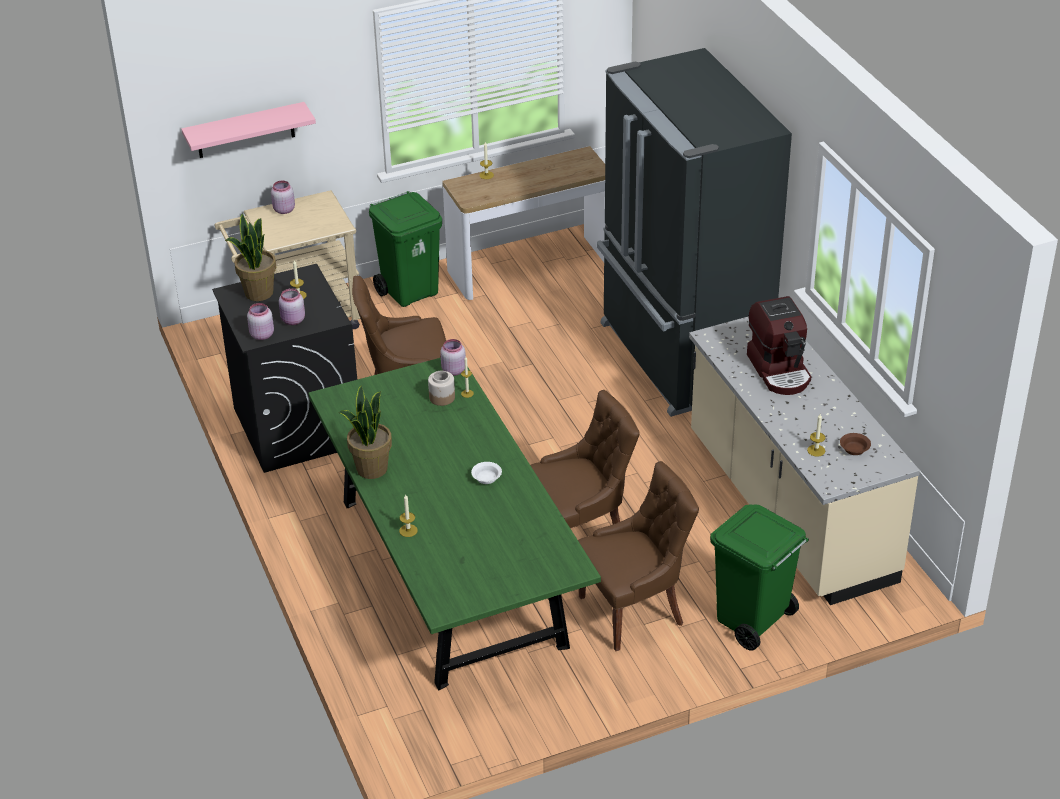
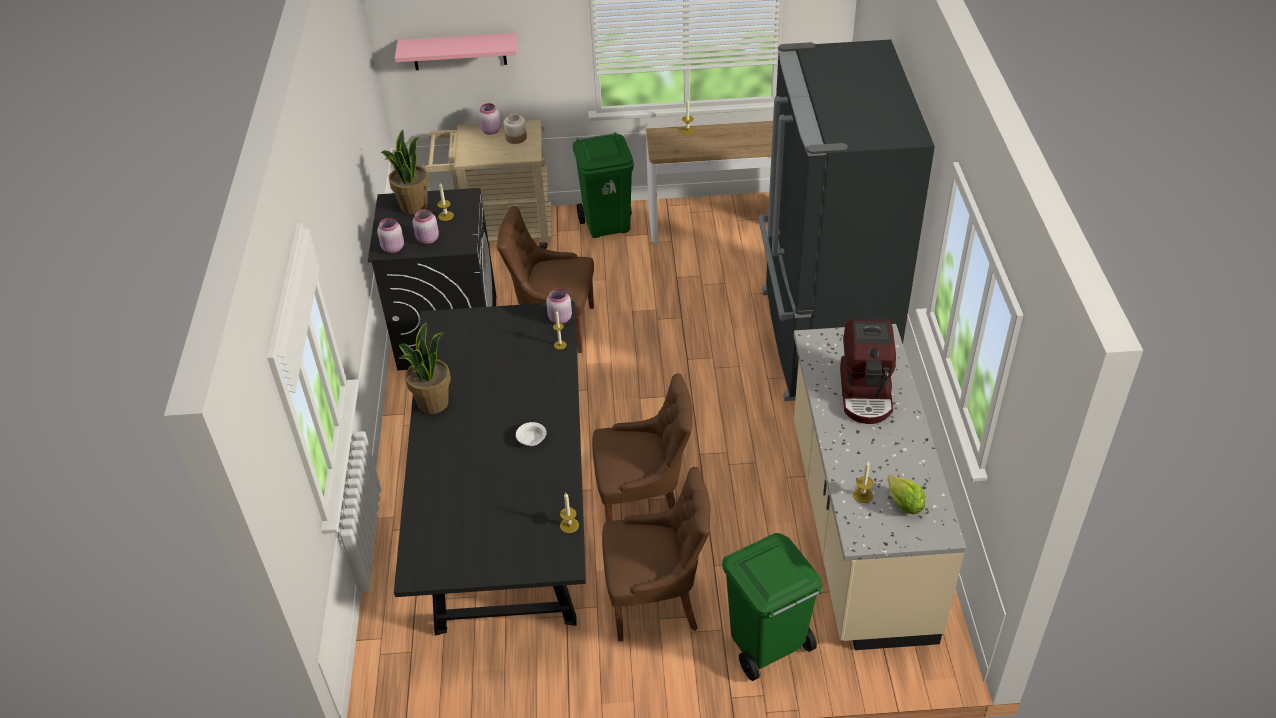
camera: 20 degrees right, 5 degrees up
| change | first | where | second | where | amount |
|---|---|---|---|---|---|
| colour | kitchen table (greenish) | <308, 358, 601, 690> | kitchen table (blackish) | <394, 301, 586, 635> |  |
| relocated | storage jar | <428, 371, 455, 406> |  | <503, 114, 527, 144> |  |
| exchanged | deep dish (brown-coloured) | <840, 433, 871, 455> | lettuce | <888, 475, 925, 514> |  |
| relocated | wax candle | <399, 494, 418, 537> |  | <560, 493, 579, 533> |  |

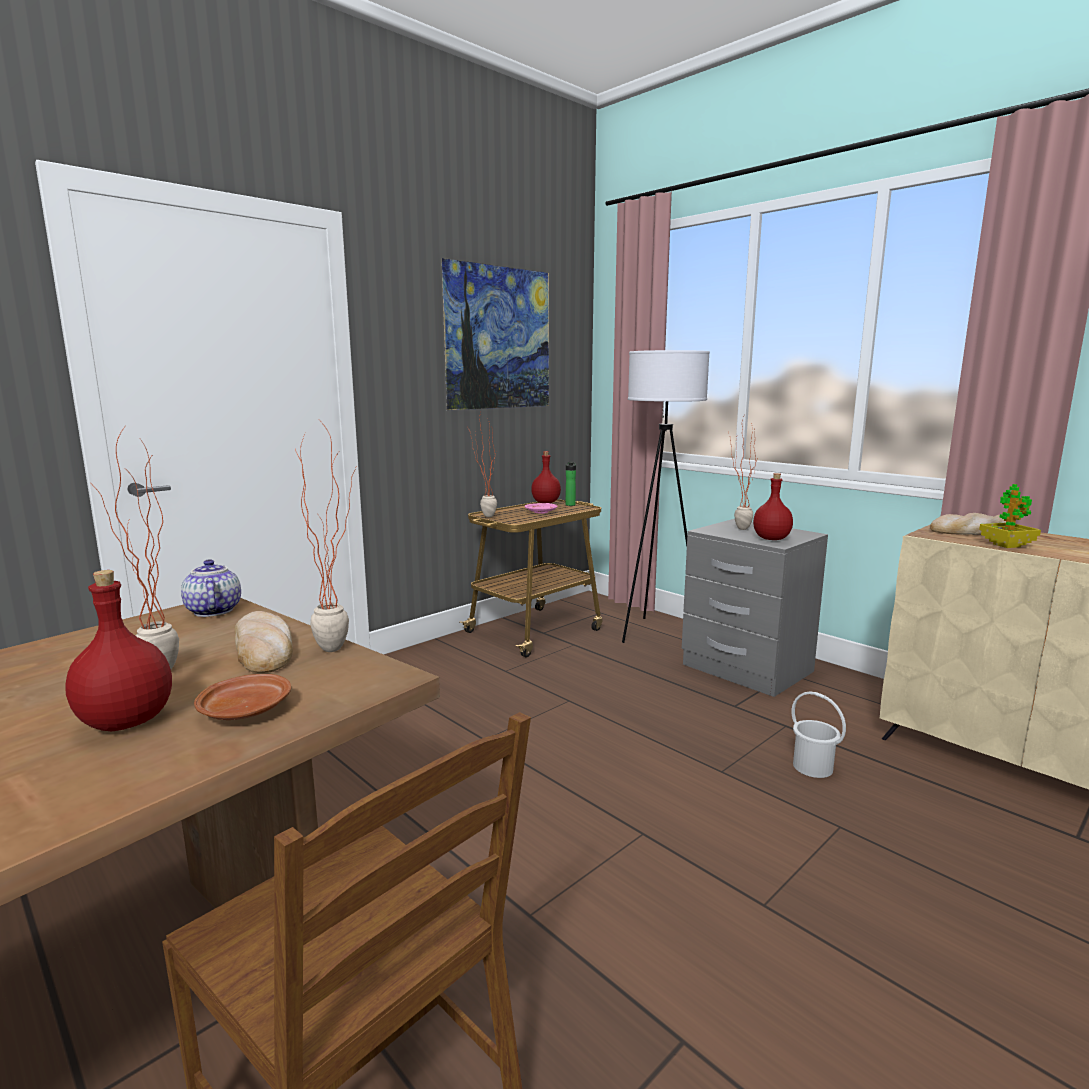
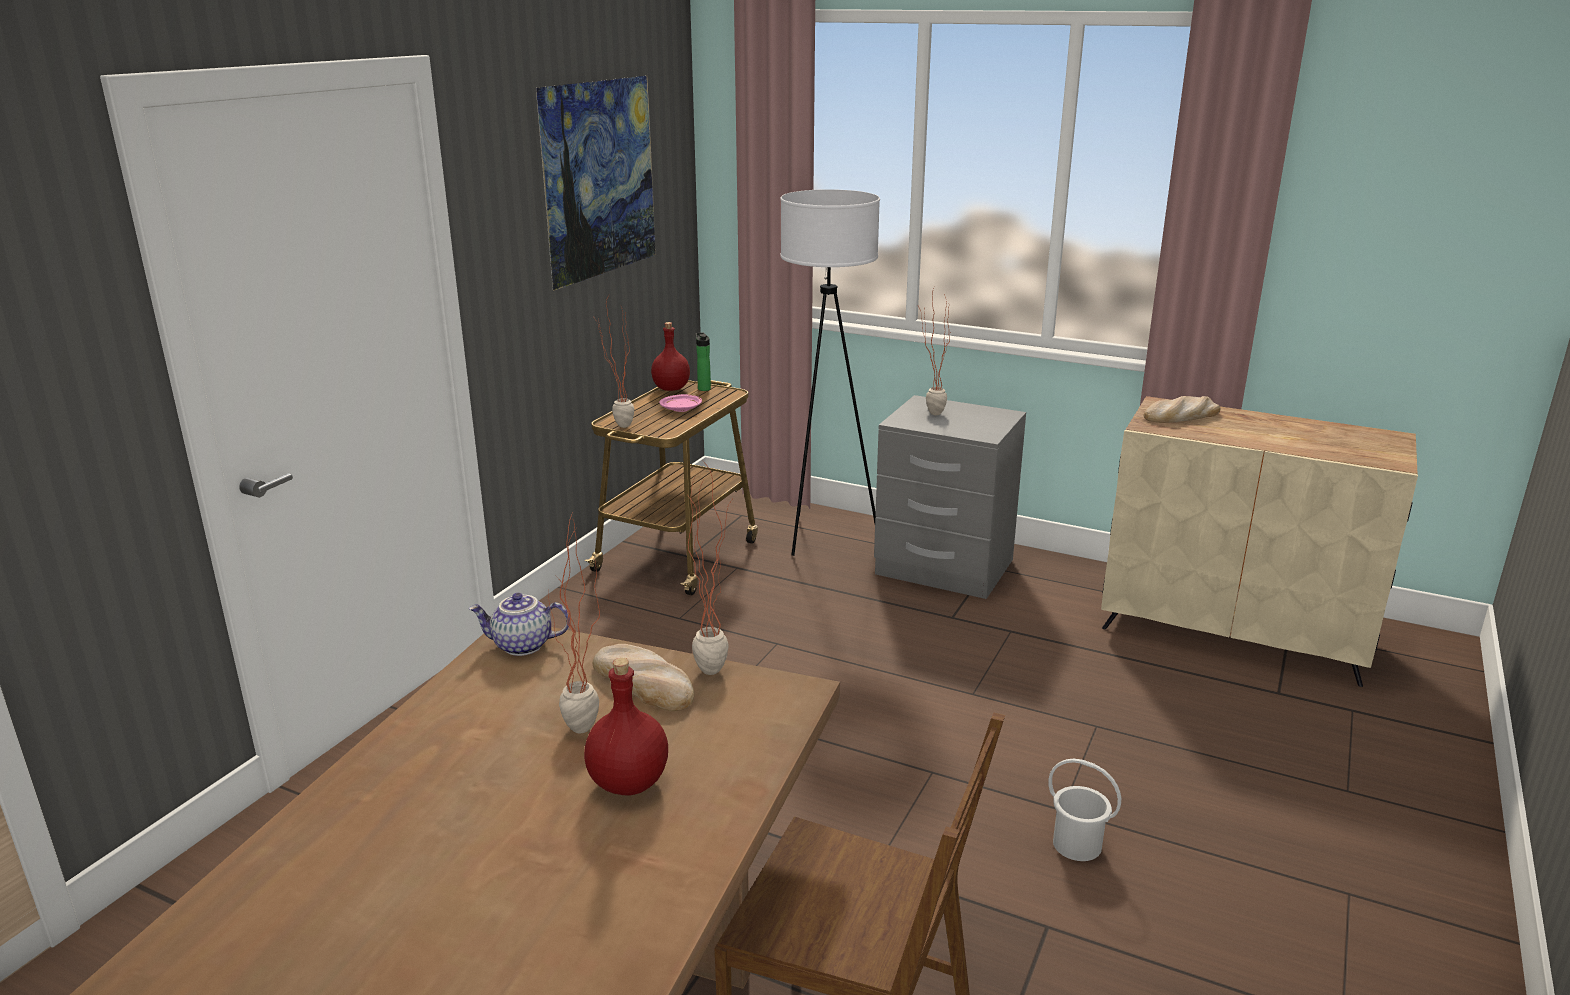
camera: 20 degrees left, 10 degrees up
| change | first | where | second | where | amount |
|---|---|---|---|---|---|
| missing | drink bottle (red) | <753, 473, 793, 540> |  |  |  |
| missing | houseplant | <979, 484, 1041, 548> |  |  |  |
| spun | tea pot | <181, 559, 241, 617> |  | <468, 593, 569, 656> | 45 degrees counterclockwise |
| missing | flat dish (brown-coloured) | <194, 674, 291, 720> |  |  |  |
| relocated | pail (whitish) | <792, 692, 846, 778> |  | <1048, 759, 1121, 861> |  |

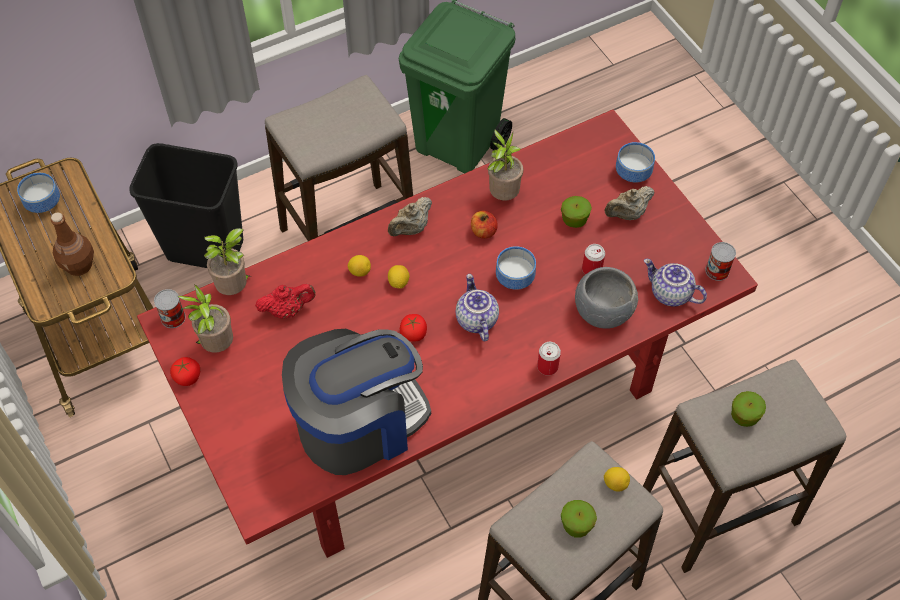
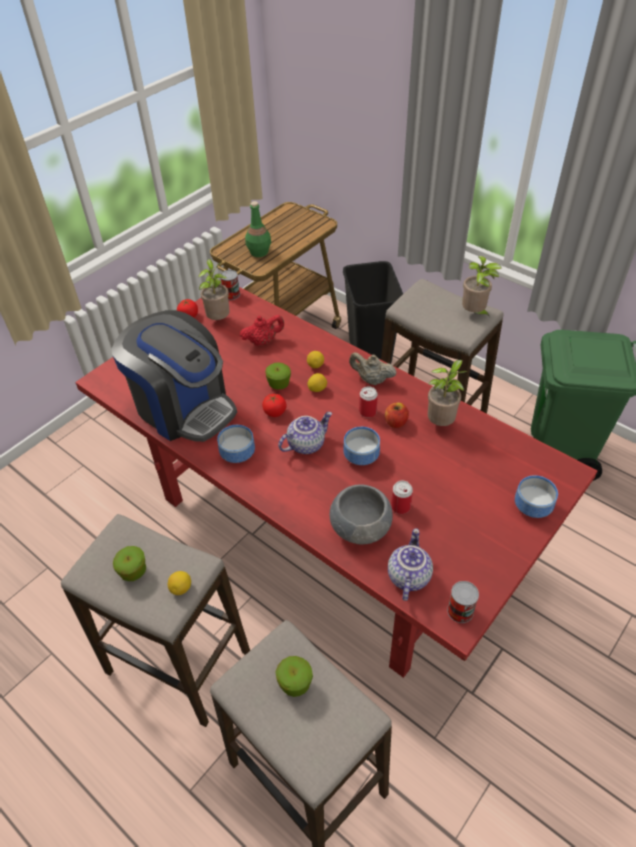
camera: 70 degrees right, 10 degrees down
| change | first | where | second | where | amount |
|---|---|---|---|---|---|
| relocated | deep dish | <17, 173, 60, 213> |  | <217, 425, 255, 463> |  |
| missing | tea pot (beige) | <605, 186, 654, 220> |  |  |  |
| relocated | whole apple | <561, 196, 592, 228> |  | <265, 362, 291, 390> |  |
| colour | drink bottle (brown-coloured) | <51, 213, 94, 276> | drink bottle (greenish) | <245, 201, 271, 257> |  |
| relocated | houseplant | <204, 228, 251, 295> |  | <462, 256, 502, 316> |  |
| spun | tea pot (red) | <255, 284, 316, 319> |  | <240, 315, 284, 346> | 75 degrees counterclockwise |
| relocated | sealed can | <537, 342, 561, 376> |  | <359, 386, 378, 418> |  |

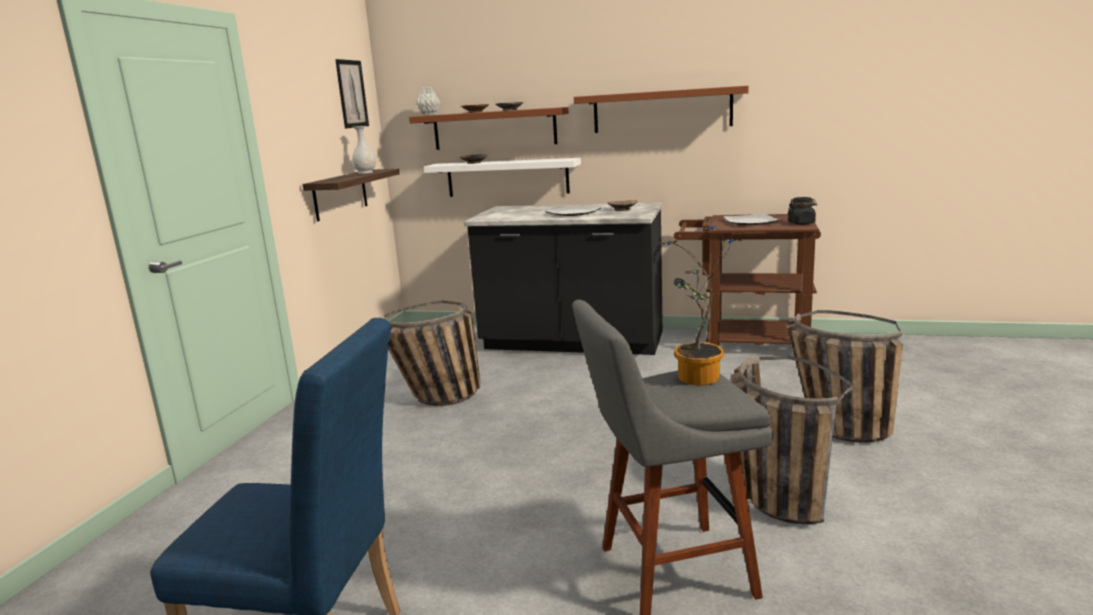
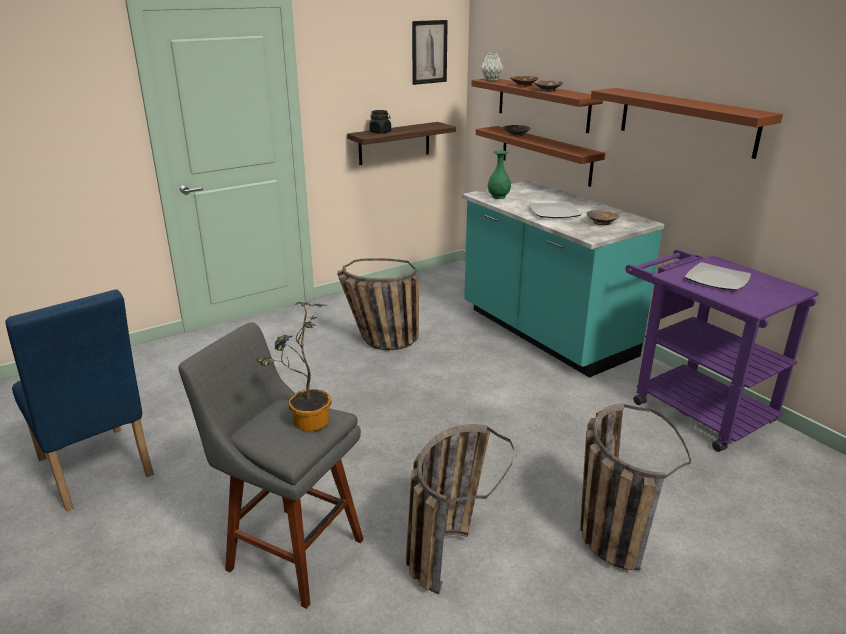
camera: 40 degrees right, 10 degrees up
| change | first | where | second | where | amount |
|---|---|---|---|---|---|
| missing | flower vase (whitish) | <352, 126, 376, 174> |  |  |  |
| colour | wall shelf (whitish) | <424, 158, 581, 197> | wall shelf (brown-coloured) | <476, 126, 605, 187> |  |
| relocated | storage jar (blackish) | <788, 197, 817, 225> |  | <369, 110, 391, 134> |  |
| colour | kitchen counter (blackish) | <464, 202, 662, 355> | kitchen counter (blue-green) | <462, 180, 664, 378> |  |
| colour | trolley (brown-coloured) | <674, 214, 821, 346> | trolley (purplish) | <625, 250, 819, 452> |  |
| appeared |  |  | flower vase (greenish) | <488, 150, 511, 199> |  |

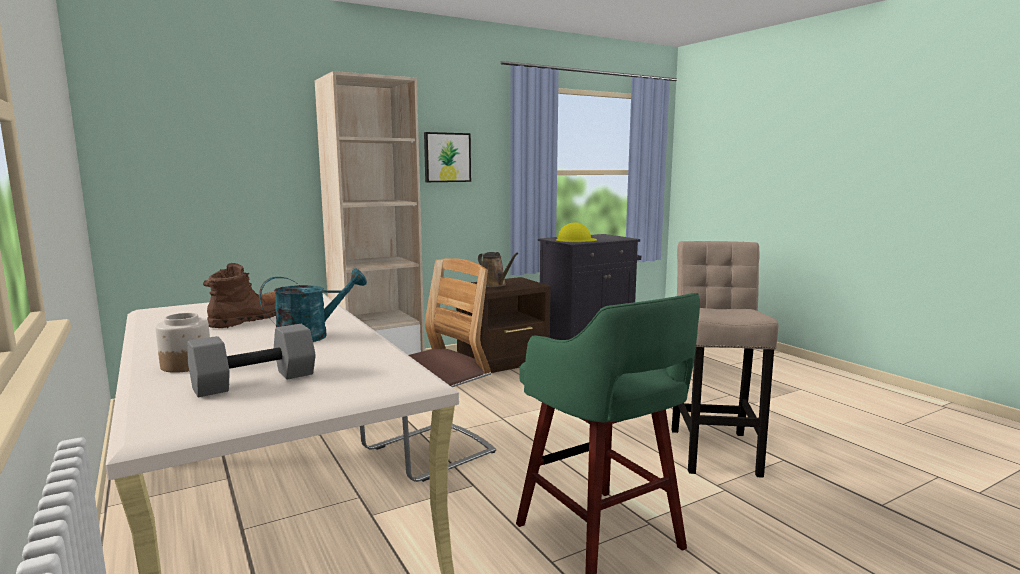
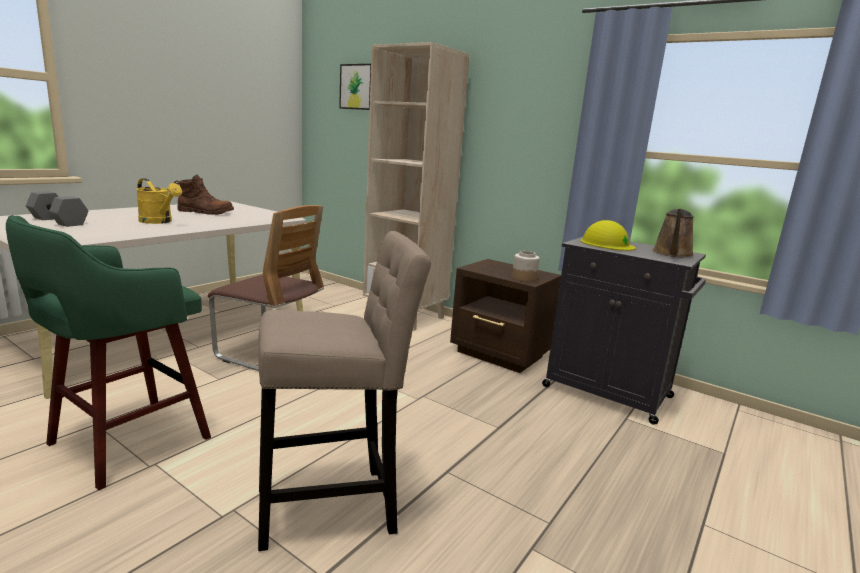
camera: 65 degrees right, 5 degrees up
| change | first | where | second | where | amount |
|---|---|---|---|---|---|
| relocated | wall picture | <424, 132, 471, 182> |  | <339, 64, 371, 110> |  |
| relocated | watering pot (brown-coloured) | <478, 252, 518, 287> |  | <652, 209, 694, 257> |  |
| colour | watering pot (blue-green) | <259, 268, 367, 342> | watering pot (yellowish) | <136, 178, 182, 224> |  |
| relocated | storage jar | <155, 313, 210, 373> |  | <512, 251, 540, 282> |  |

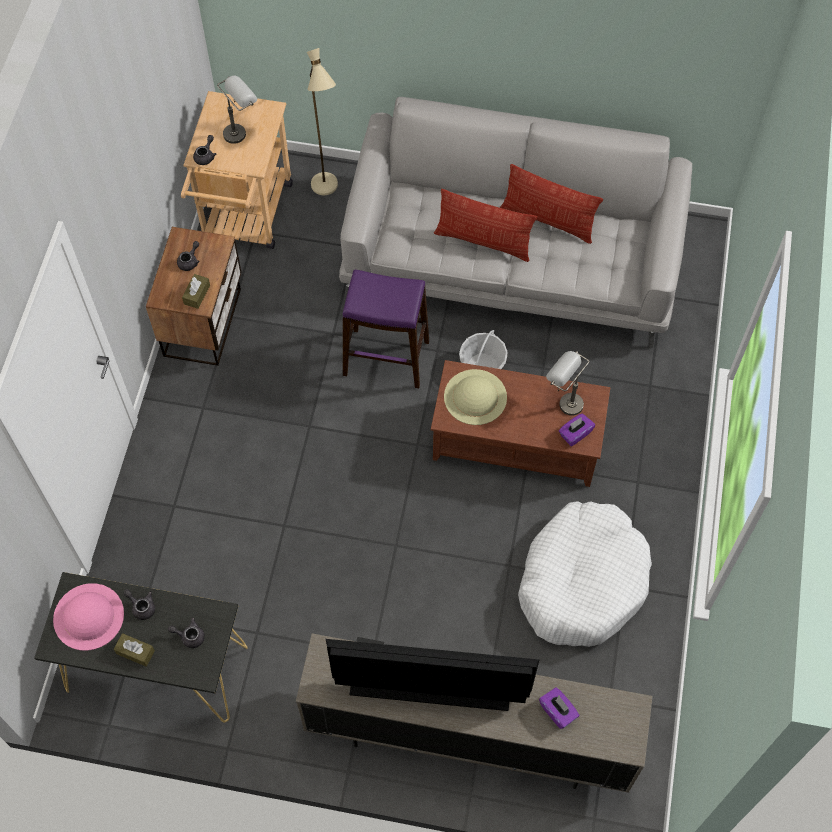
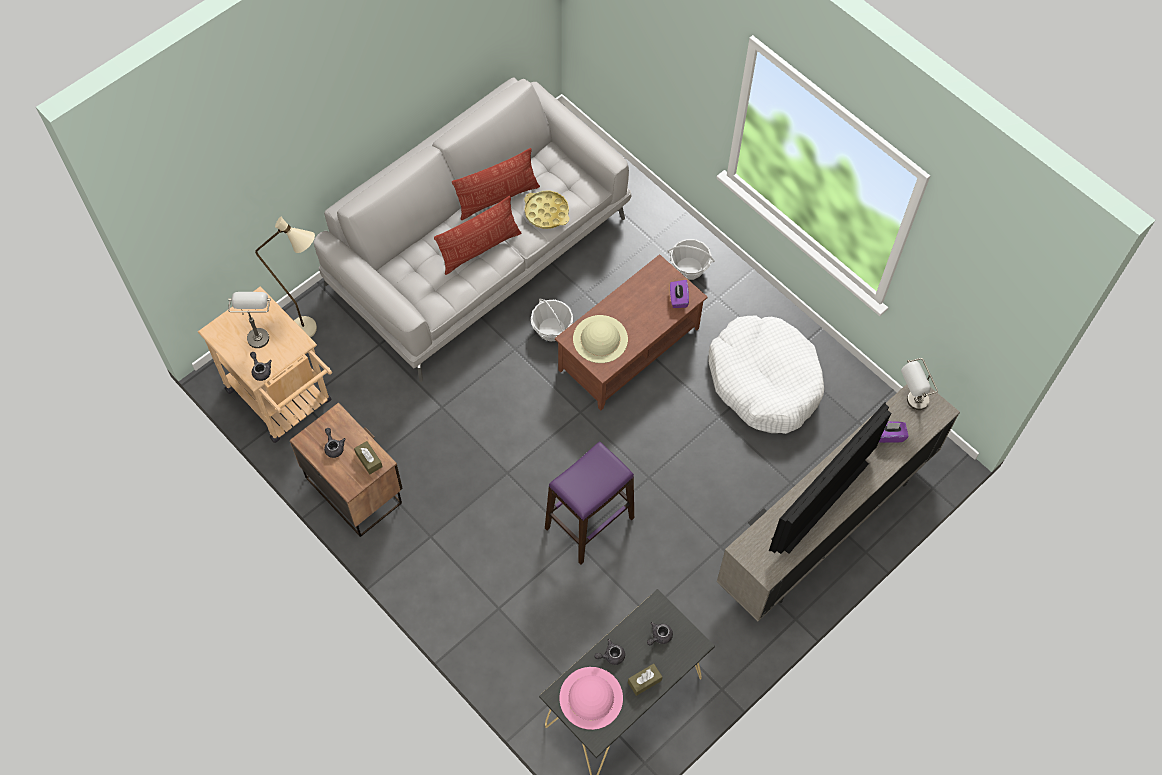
camera: 55 degrees left, 0 degrees up
| change | first | where | second | where | amount |
|---|---|---|---|---|---|
| relocated | stool (purplish) | <343, 270, 429, 388> |  | <545, 441, 634, 565> |  |
| relocated | tabletop lamp (gray) | <546, 351, 589, 416> |  | <901, 358, 938, 410> |  |
| appeared |  |  | carrying tray (yellowish) | <524, 191, 569, 229> |  |
| appeared |  |  | basket | <668, 239, 715, 280> |  |

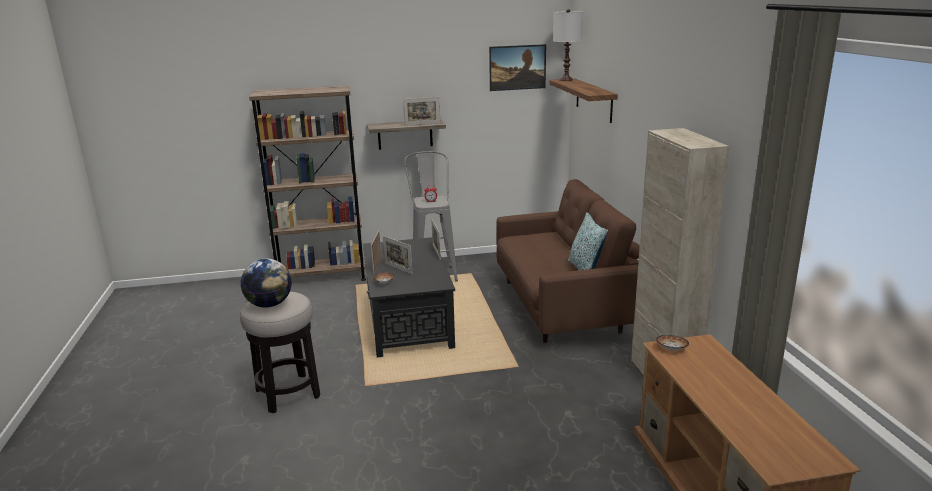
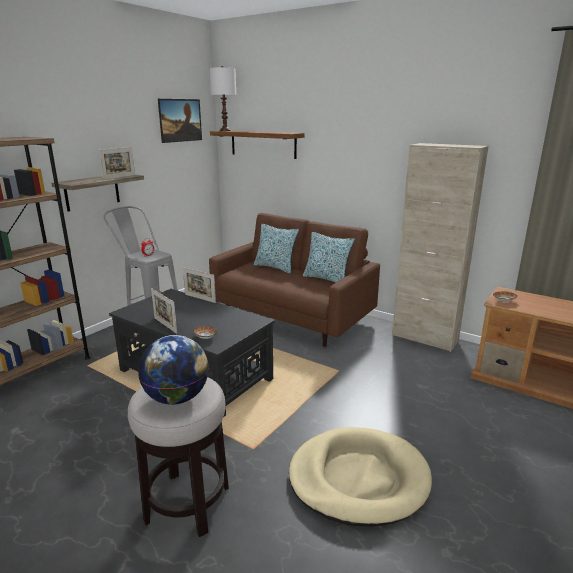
camera: 45 degrees left, 0 degrees up
| change | first | where | second | where | amount |
|---|---|---|---|---|---|
| missing | picture frame | <383, 236, 413, 274> |  |  |  |
| appeared |  |  | cushion | <254, 224, 299, 273> |  |
| appeared |  |  | dog bed (beige) | <289, 427, 432, 527> |  |

